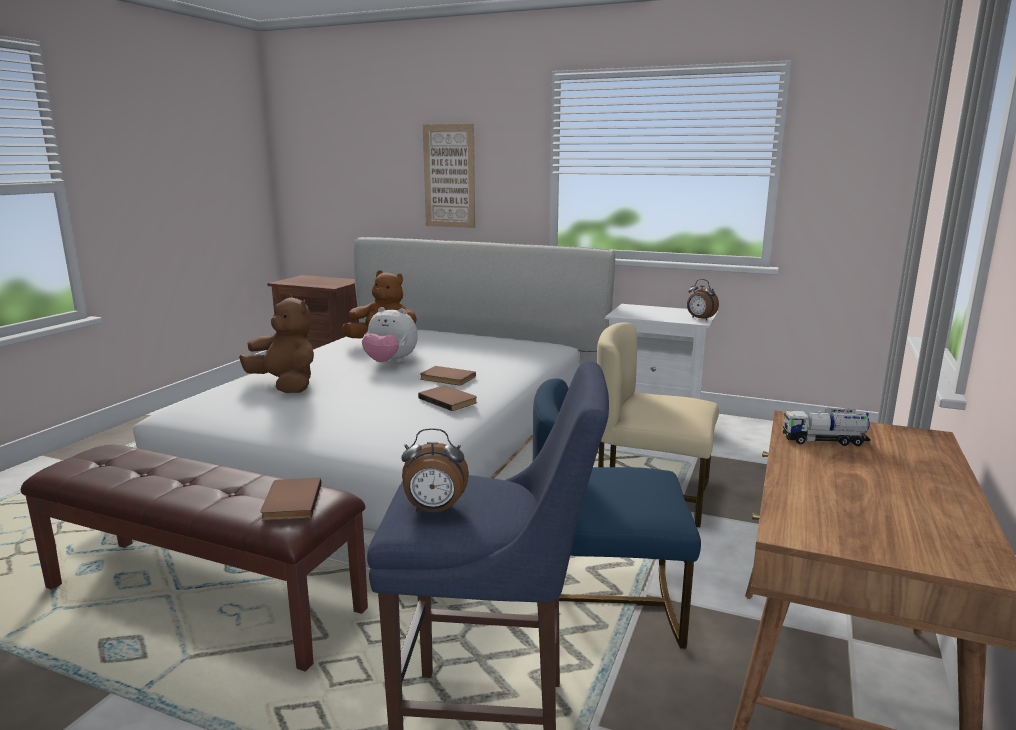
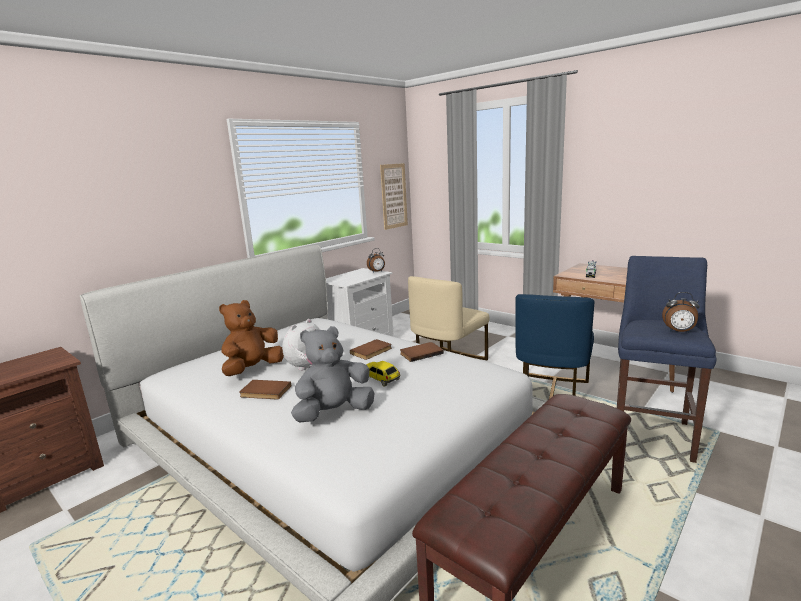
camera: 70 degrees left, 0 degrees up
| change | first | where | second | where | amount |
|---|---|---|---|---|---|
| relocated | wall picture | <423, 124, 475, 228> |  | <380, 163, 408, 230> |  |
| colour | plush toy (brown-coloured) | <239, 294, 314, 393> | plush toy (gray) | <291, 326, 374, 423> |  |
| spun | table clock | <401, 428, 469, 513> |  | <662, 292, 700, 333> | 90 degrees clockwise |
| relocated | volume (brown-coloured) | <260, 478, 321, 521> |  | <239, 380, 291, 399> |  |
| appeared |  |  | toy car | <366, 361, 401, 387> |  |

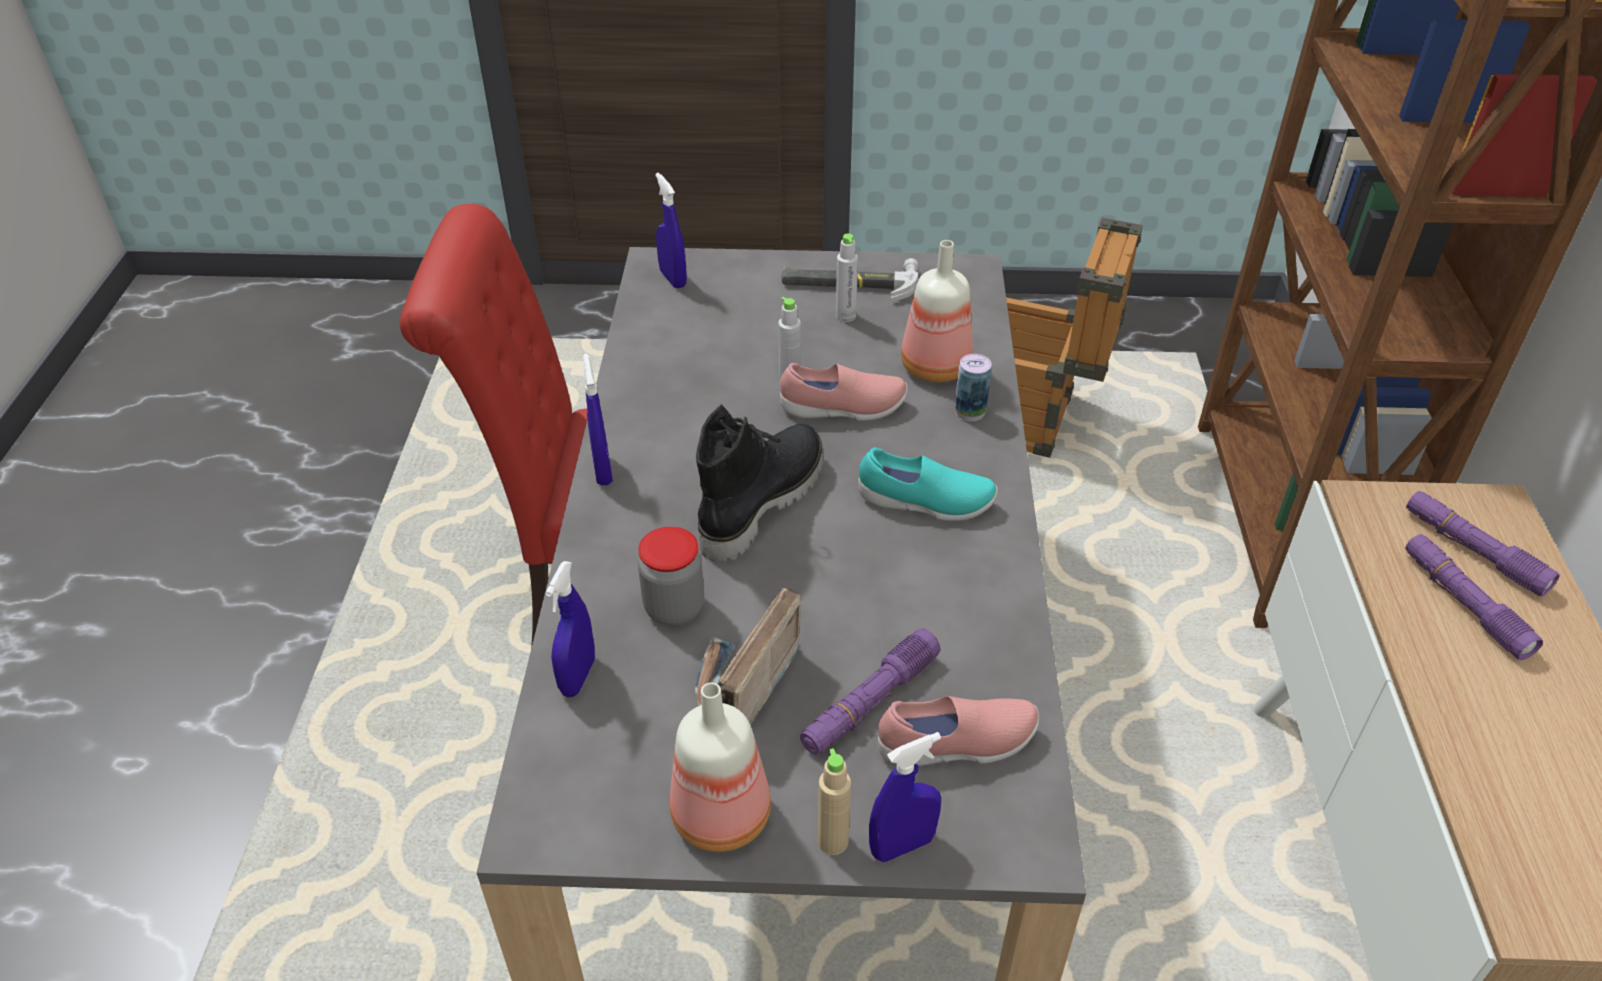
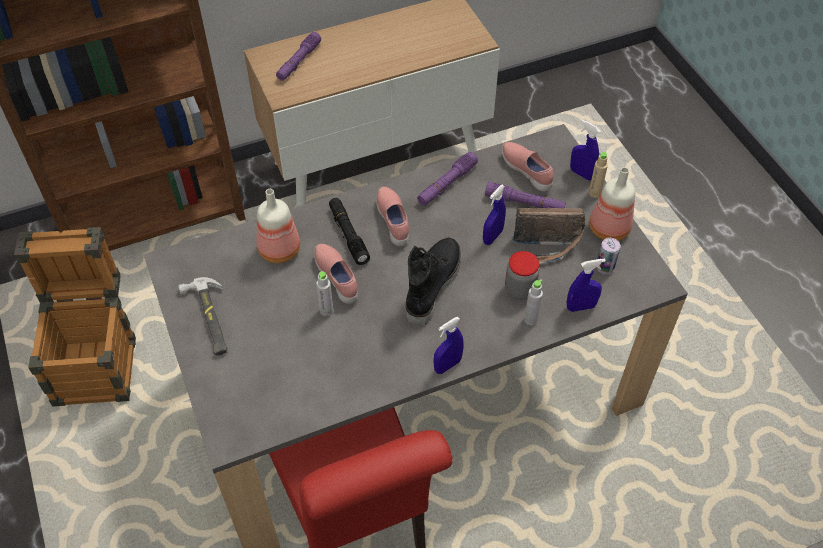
camera: 115 degrees left, 10 degrees up
| change | first | where | second | where | amount |
|---|---|---|---|---|---|
| relocated | spray bottle (bluish) | <655, 173, 687, 289> |  | <483, 185, 506, 245> |  |
| relocated | drink bottle (gray) | <836, 233, 858, 322> |  | <524, 279, 543, 325> |  |
| relocated | sealed can | <955, 354, 992, 421> |  | <596, 238, 621, 274> |  |
| spun | tall boot (blackish) | <696, 404, 824, 563> |  | <406, 237, 461, 326> | 105 degrees clockwise |
| colour | item of footwear (blue-green) | <858, 448, 998, 521> | item of footwear (pink-coloured) | <376, 187, 409, 246> |  |
| relocated | torch (purplish) | <1405, 534, 1543, 660> |  | <417, 152, 478, 205> |  |
| appeared |  |  | torch (blackish) | <329, 198, 370, 265> |  |

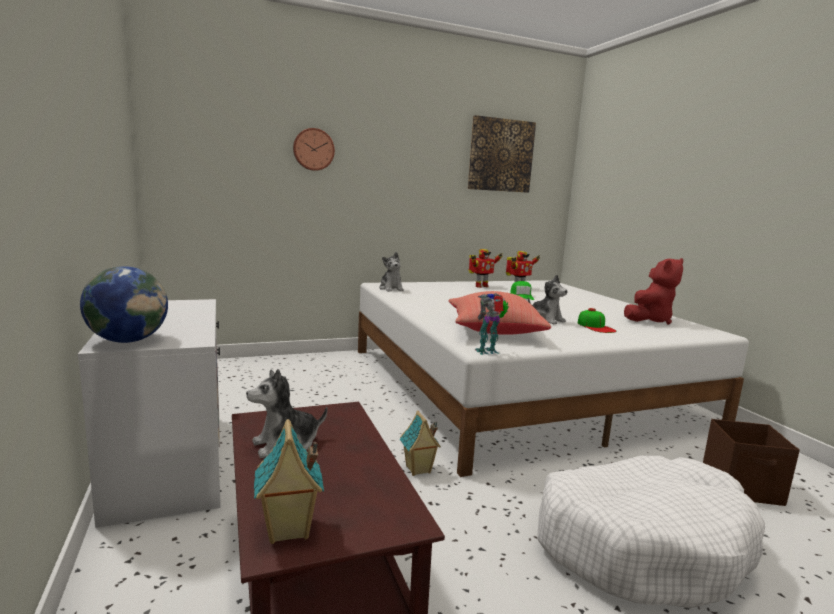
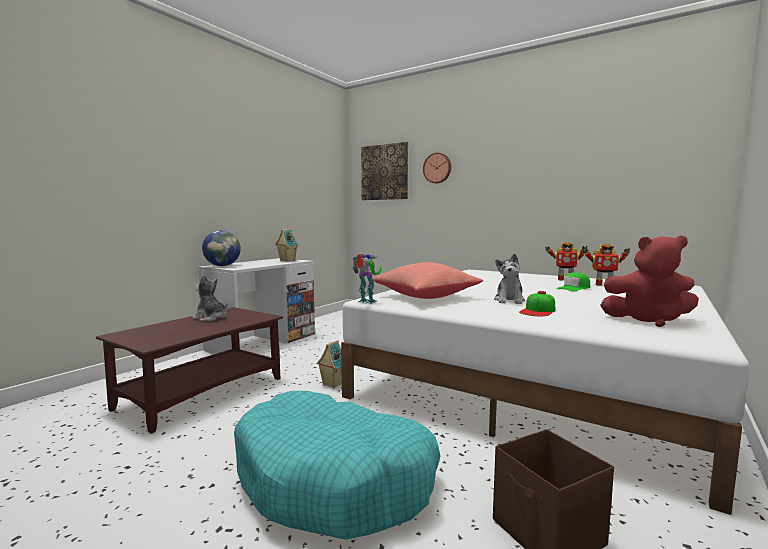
camera: 55 degrees right, 5 degrees down
| change | first | where | second | where | amount |
|---|---|---|---|---|---|
| relocated | wall picture | <468, 115, 536, 193> |  | <361, 142, 408, 200> |  |
| missing | plush toy | <379, 252, 404, 292> |  |  |  |
| relocated | model house | <254, 419, 324, 544> |  | <275, 229, 299, 262> |  |
| colour | dog bed (whitish) | <537, 456, 765, 608> | dog bed (blue-green) | <234, 391, 440, 540> |  |

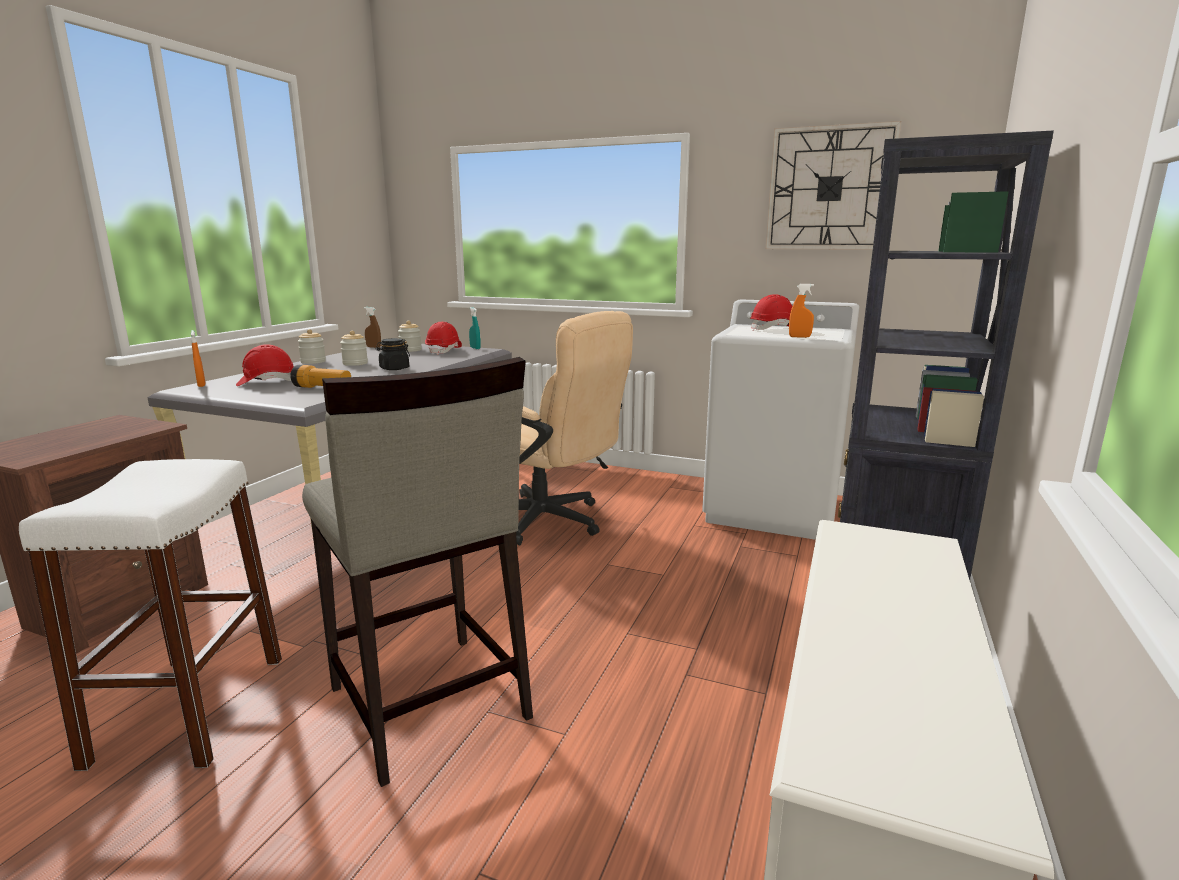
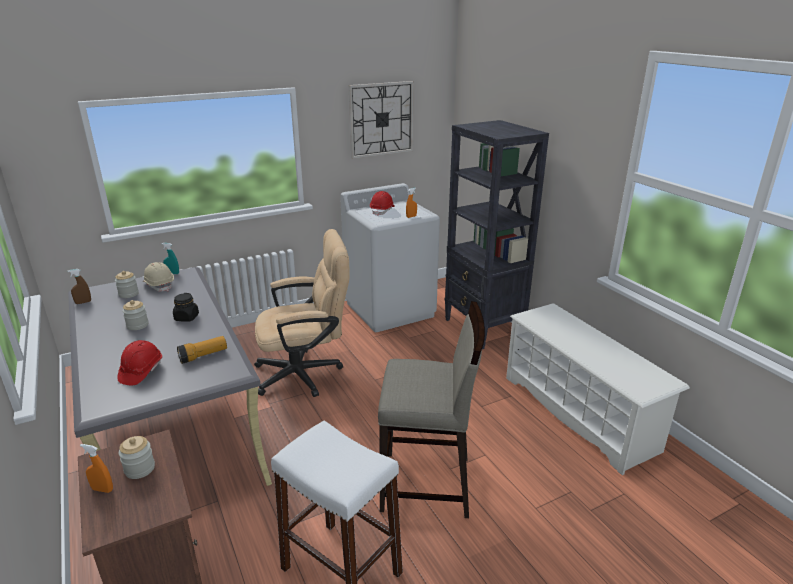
camera: 50 degrees left, 10 degrees up
| change | first | where | second | where | amount |
|---|---|---|---|---|---|
| colour | hard hat (red) | <425, 322, 462, 355> | hard hat (beige) | <143, 262, 174, 292> |  |
| relocated | storage jar | <298, 329, 326, 364> |  | <119, 436, 155, 479> |  |
| relocated | spray bottle (orange-coloured) | <191, 330, 205, 387> |  | <80, 444, 113, 493> |  |

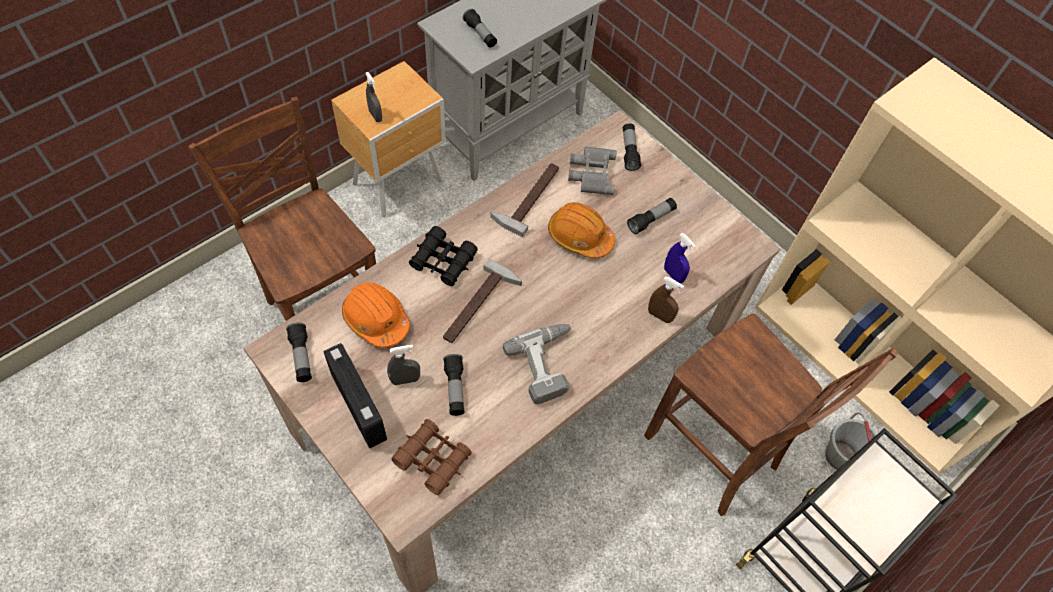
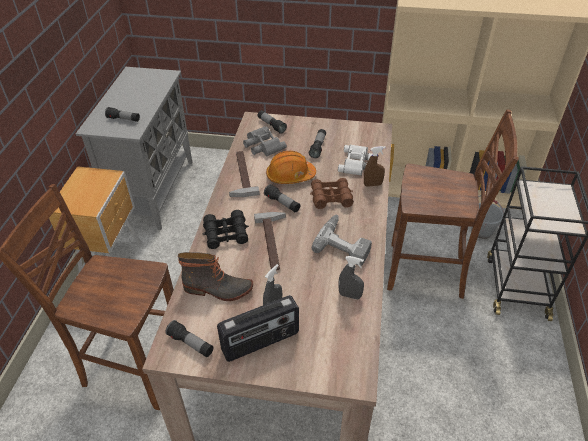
camera: 35 degrees left, 15 degrees down
| change | first | where | second | where | amount |
|---|---|---|---|---|---|
| relocated | spray bottle (gray) | <366, 72, 382, 122> |  | <338, 256, 364, 299> |  |
| exchanged | spray bottle (bluish) | <664, 233, 696, 283> | binoculars (whitish) | <338, 144, 373, 176> |  |
| exchanged | hard hat (orange-coloured) | <342, 282, 410, 347> | tall boot | <178, 252, 253, 301> |  |
| spun | radio | <324, 343, 387, 448> |  | <217, 295, 299, 362> | 135 degrees clockwise |
| relocated | torch | <443, 354, 465, 416> |  | <264, 184, 301, 212> |  |
| relocated | binoculars (brown-coloured) | <392, 419, 472, 495> |  | <310, 178, 353, 209> |  |

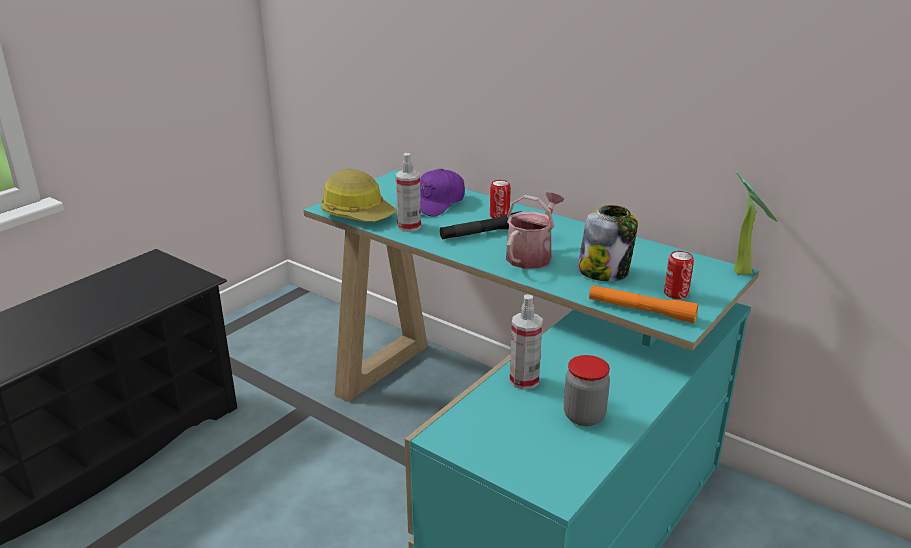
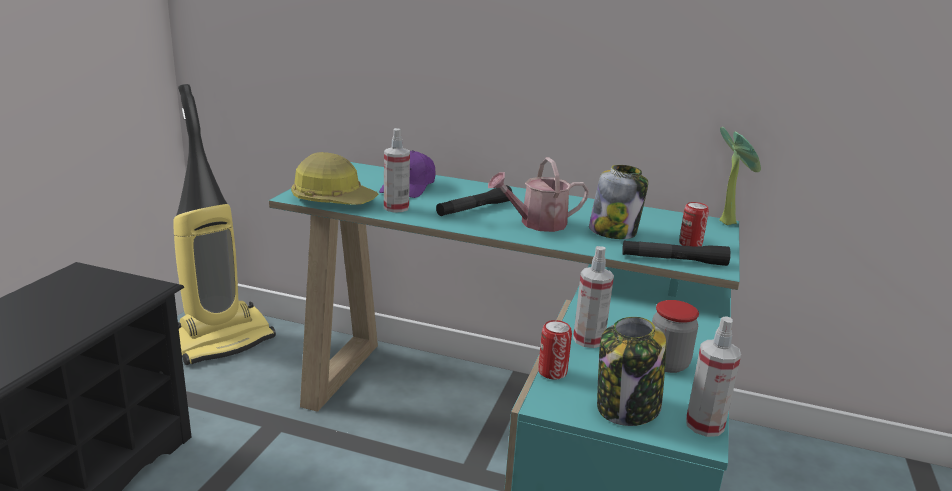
camera: 20 degrees left, 5 degrees down
| change | first | where | second | where | amount |
|---|---|---|---|---|---|
| relocated | sealed can | <490, 180, 511, 218> |  | <538, 320, 572, 379> |  |
| spun | watering pot | <506, 192, 564, 269> |  | <488, 157, 589, 232> | 120 degrees counterclockwise |
| colour | torch (orange-coloured) | <589, 285, 698, 323> | torch (blackish) | <622, 240, 731, 266> |  |
| appeared |  |  | vacuum cleaner | <173, 84, 276, 365> |  |
| appeared |  |  | spray bottle | <686, 316, 741, 437> |  |
| appeared |  |  | storage jar | <597, 317, 666, 426> |  |

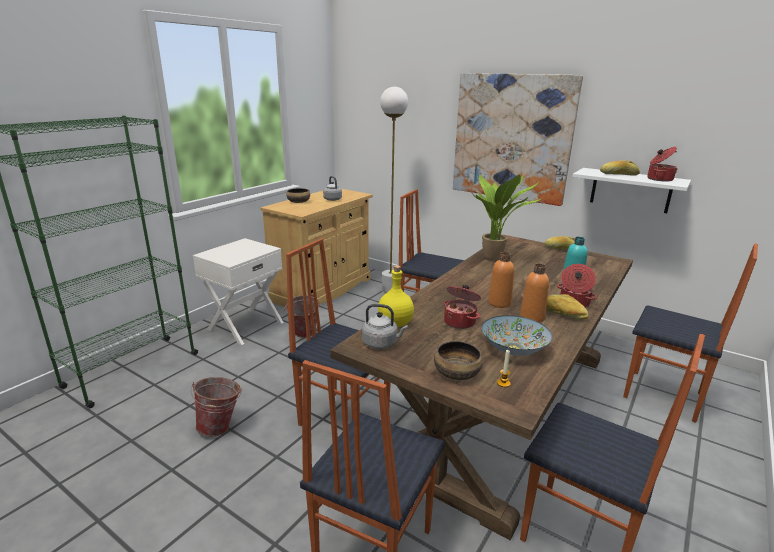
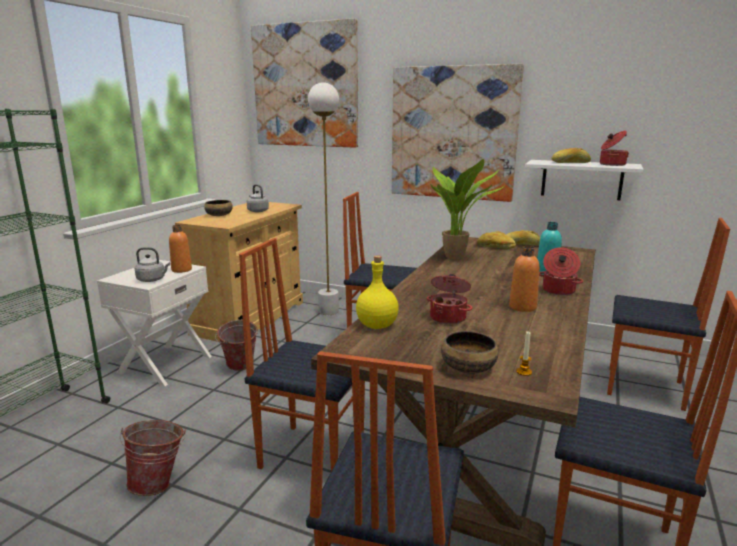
camera: 10 degrees left, 5 degrees down
| change | first | where | second | where | amount |
|---|---|---|---|---|---|
| relocated | drink bottle (orange-coloured) | <488, 252, 514, 308> |  | <169, 225, 192, 273> |  |
| relocated | bread | <546, 294, 588, 320> |  | <477, 231, 516, 249> |  |
| relocated | kettle (gray) | <362, 304, 408, 349> |  | <135, 247, 170, 282> |  |
| missing | deep dish | <482, 315, 552, 356> |  |  |  |
| appeared |  |  | wall picture | <251, 18, 358, 148> |  |

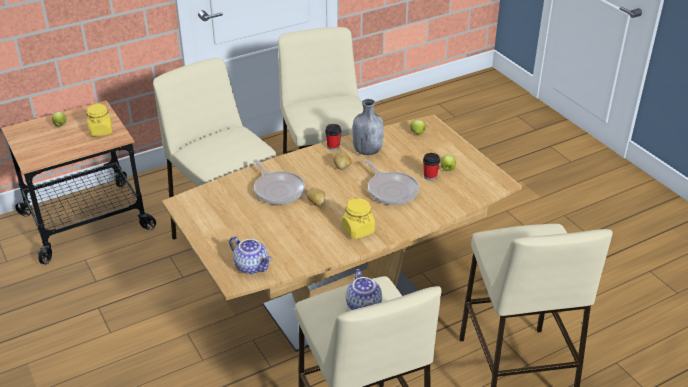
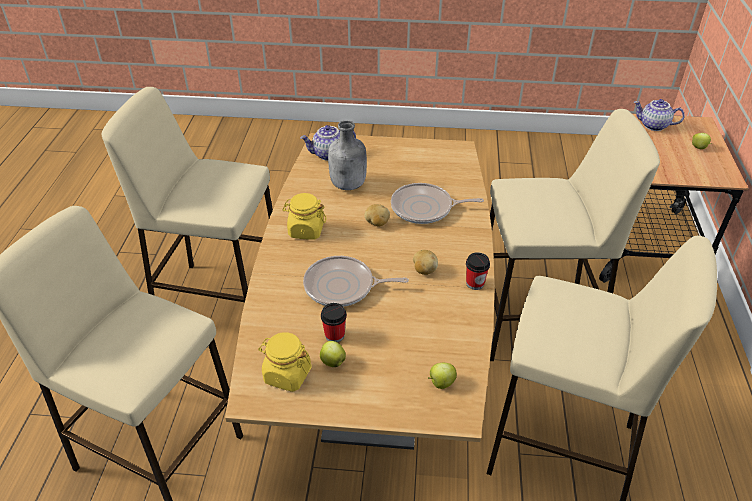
camera: 125 degrees right, 5 degrees up
| change | first | where | second | where | amount |
|---|---|---|---|---|---|
| relocated | drink bottle (gray) | <353, 99, 384, 155> |  | <328, 120, 367, 190> |  |
| relocated | storage jar (yellowish) | <87, 103, 112, 137> |  | <258, 332, 312, 392> |  |
| relocated | tea pot | <346, 269, 382, 310> |  | <634, 99, 685, 131> |  |

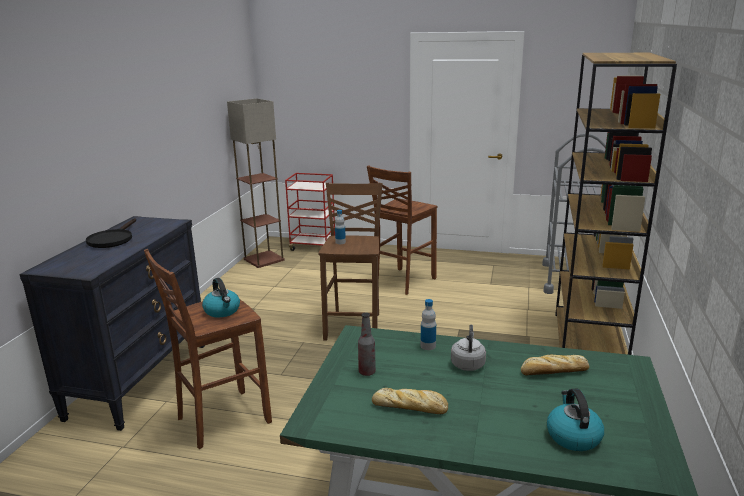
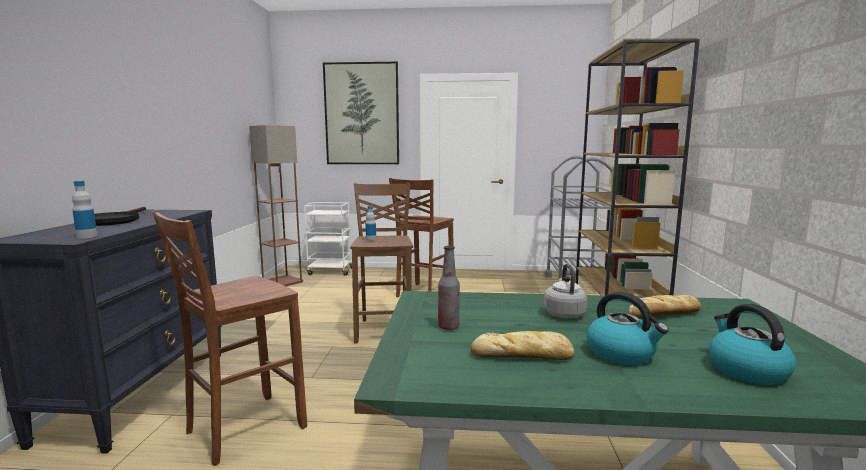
camera: 10 degrees left, 10 degrees down
| change | first | where | second | where | amount |
|---|---|---|---|---|---|
| colour | trolley (red) | <285, 173, 335, 251> | trolley (whitish) | <304, 202, 352, 276> |  |
| relocated | kettle | <202, 278, 240, 317> |  | <586, 292, 669, 365> |  |
| relocated | drink bottle | <421, 299, 436, 350> |  | <72, 181, 97, 238> |  |
| appeared |  |  | wall picture | <323, 62, 399, 164> |  |

